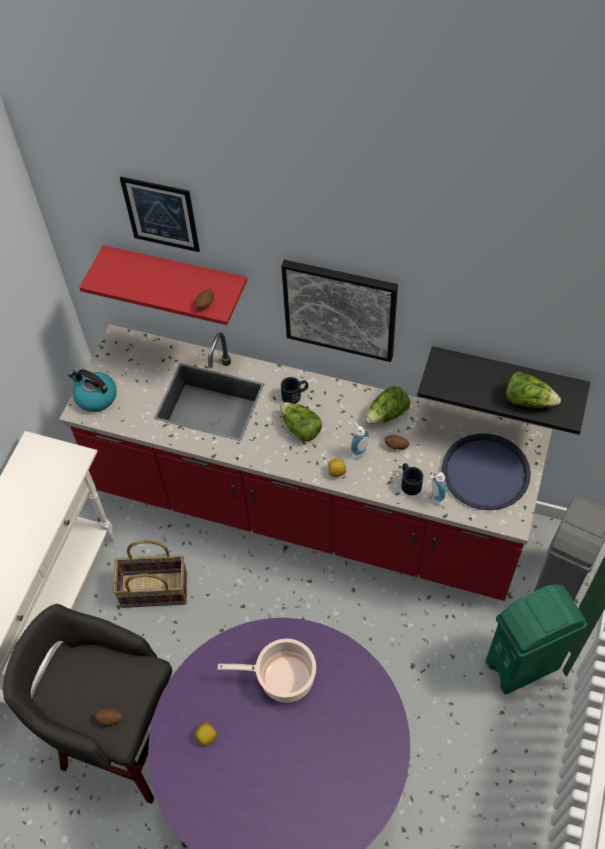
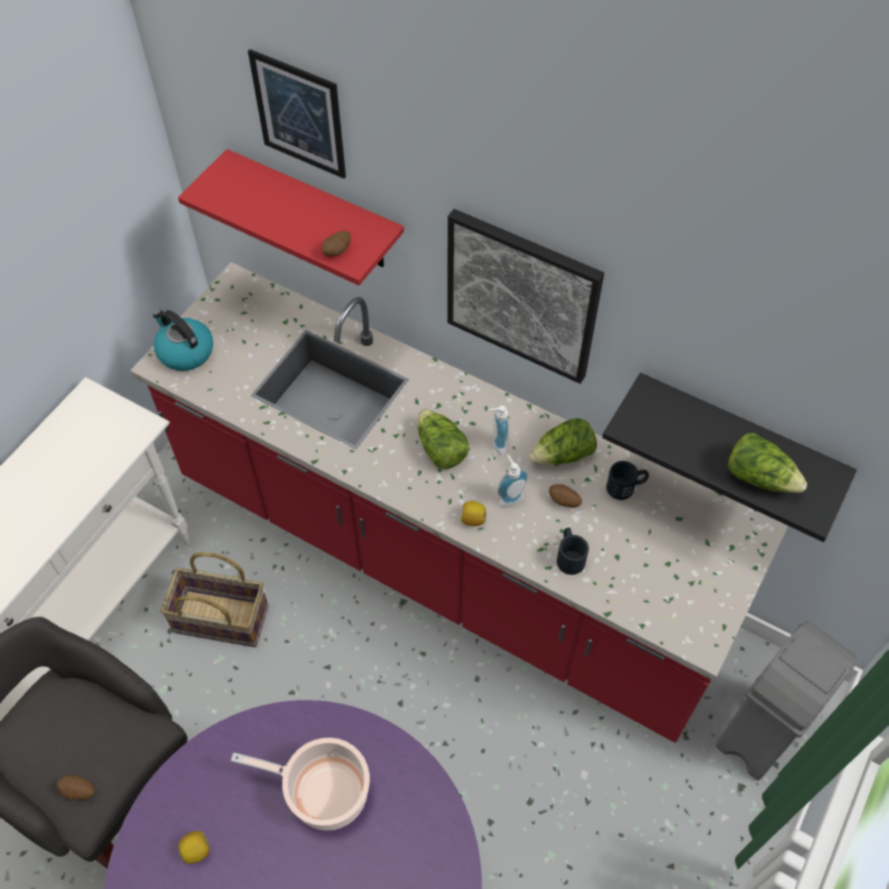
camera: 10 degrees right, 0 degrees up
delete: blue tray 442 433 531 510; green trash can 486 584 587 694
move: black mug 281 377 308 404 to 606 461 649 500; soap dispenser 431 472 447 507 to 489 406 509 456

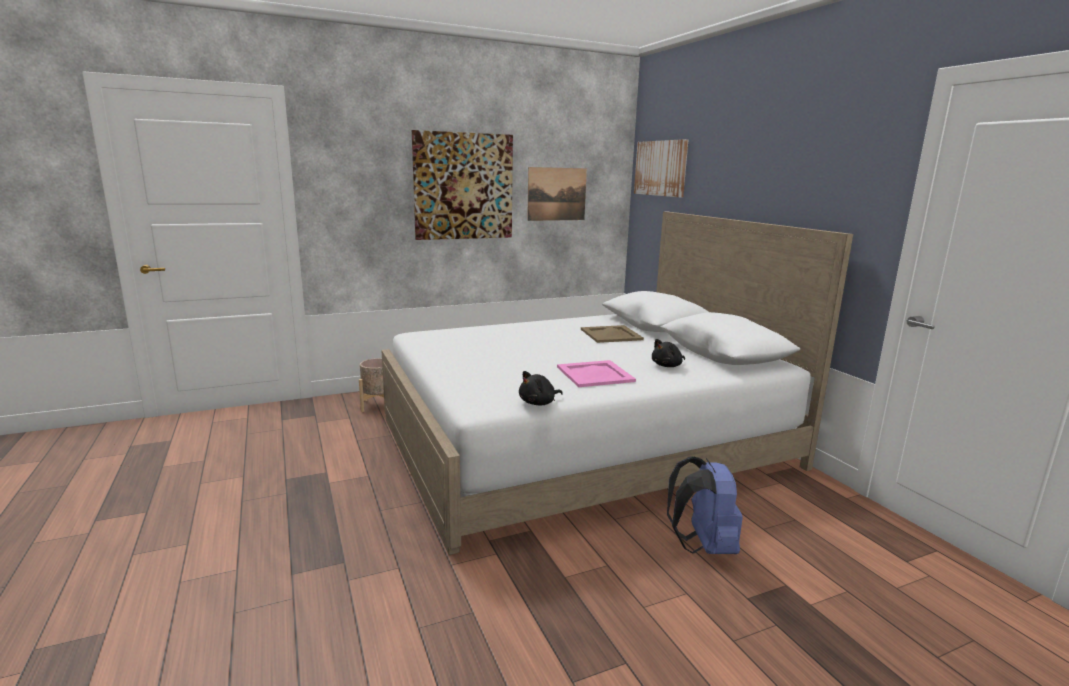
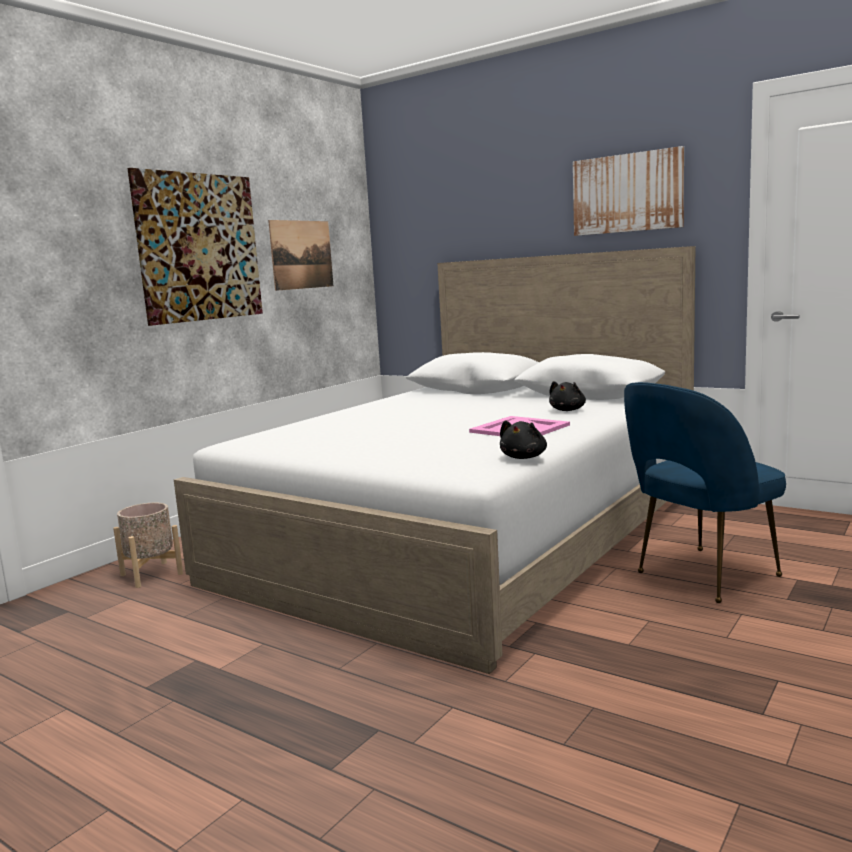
camera: 30 degrees left, 5 degrees down
delete: beige tray 581 325 644 343
move: picture 634 139 689 197 to 573 146 684 236
replace: blue backpack 667 456 743 554 to blue chair 624 382 786 603

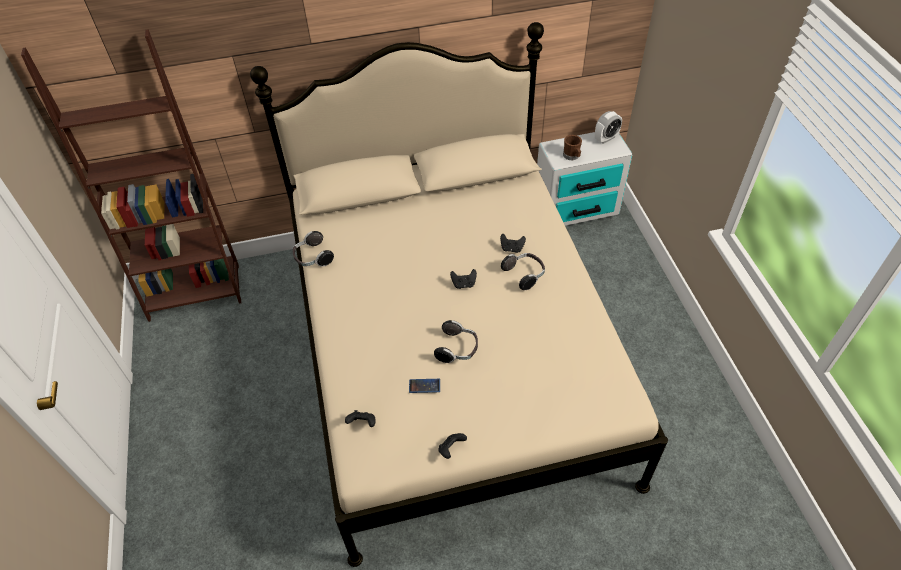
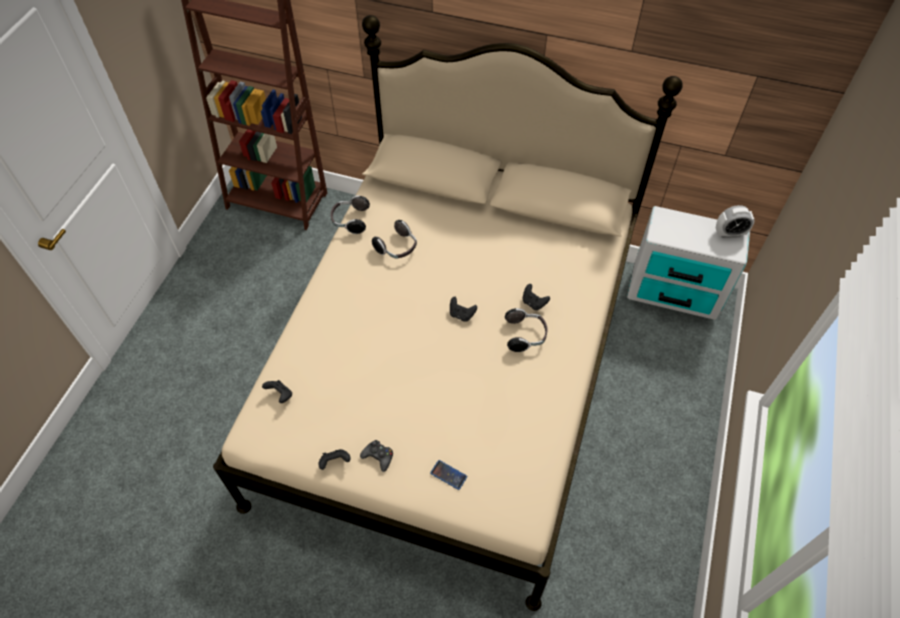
camera: 30 degrees right, 5 degrees up
delete: brown mug 563 135 582 160
insert: black game controller 360 440 393 472
move: headphones 434 320 478 363 to 372 220 417 258; phone 409 379 440 393 to 430 460 467 490

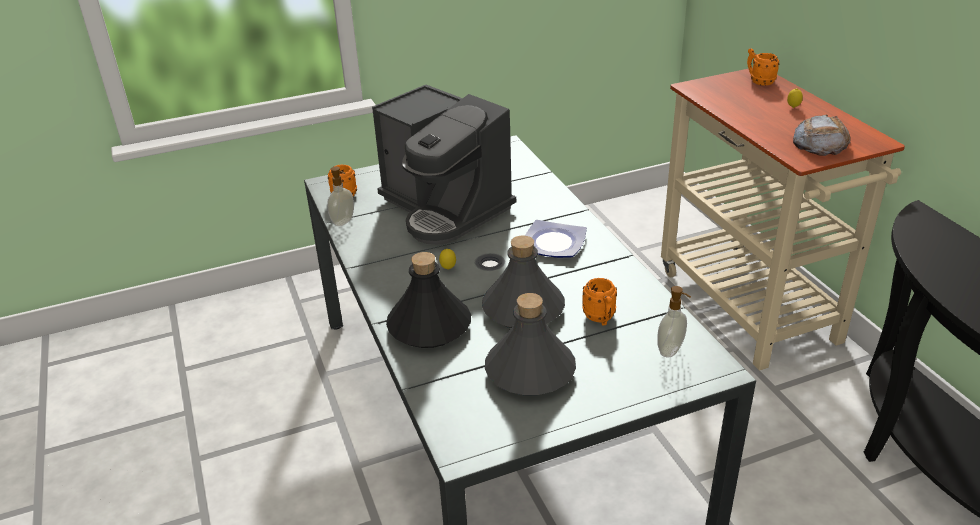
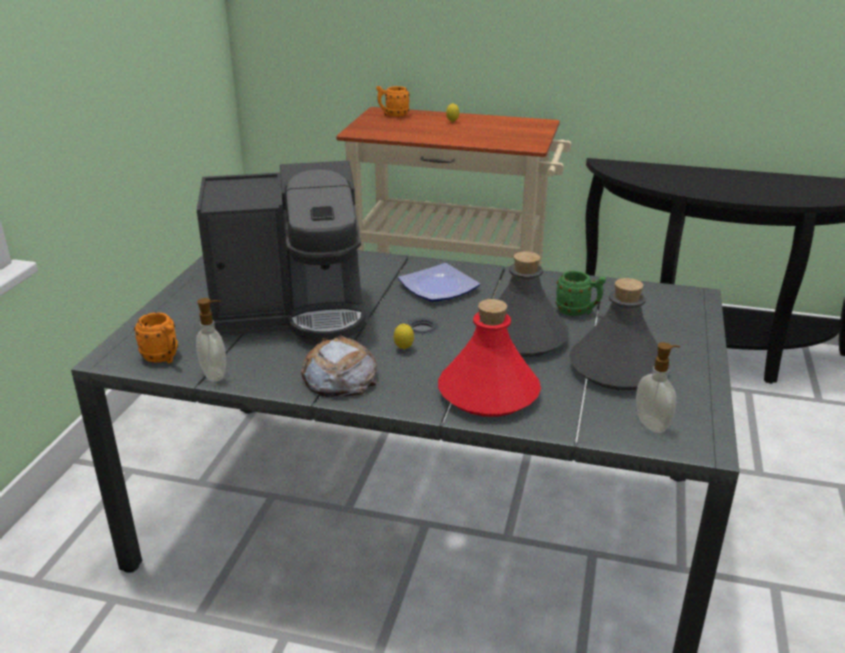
camera: 55 degrees left, 5 degrees down
move: bread 793 115 851 156 to 301 335 377 397; soap dispenser 657 286 691 358 to 636 342 680 433
recolor: black bottle 386 252 471 348 to red bottle 438 299 541 417; orange mug 582 278 617 325 to green mug 555 271 606 316

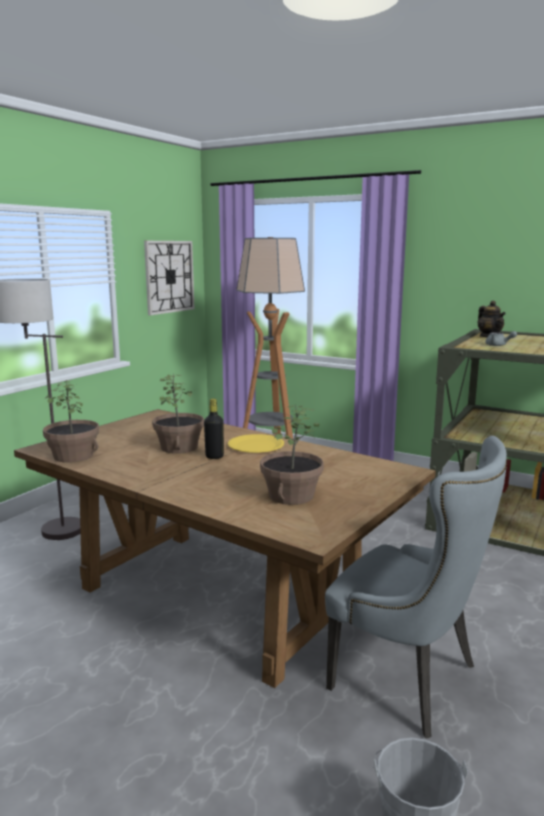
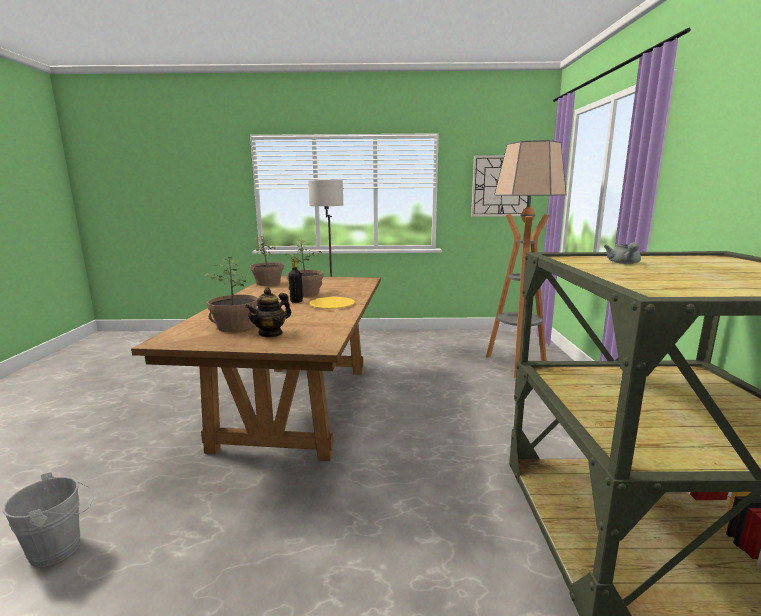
camera: 60 degrees right, 0 degrees up
delete: grey chair 325 436 507 739
move: teapot 477 300 506 337 to 245 288 291 338

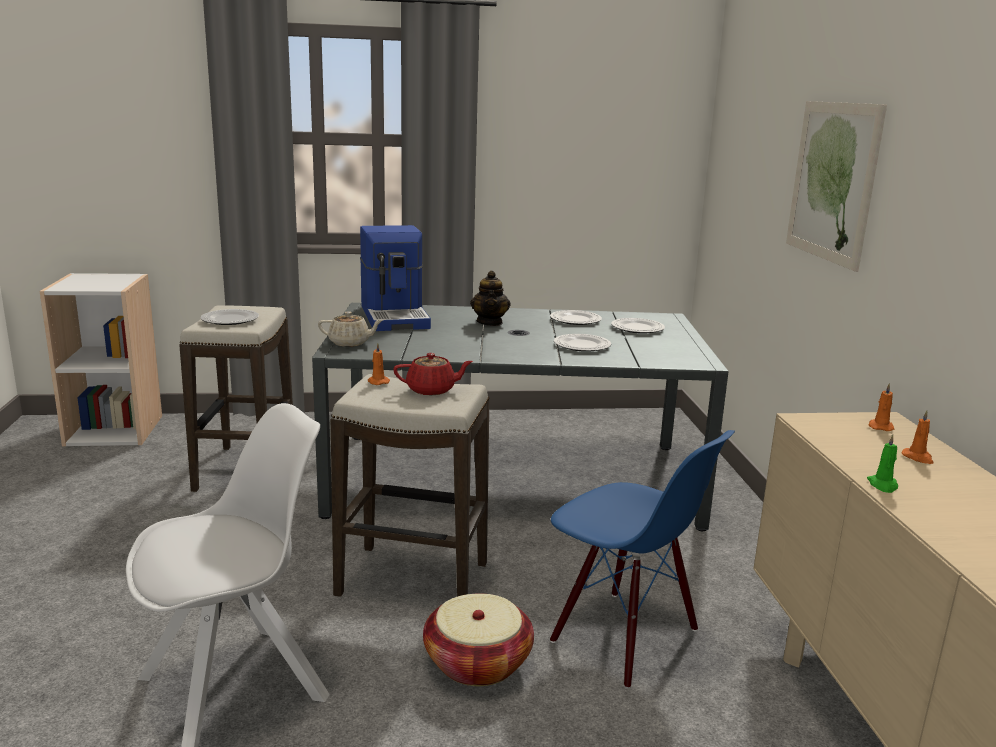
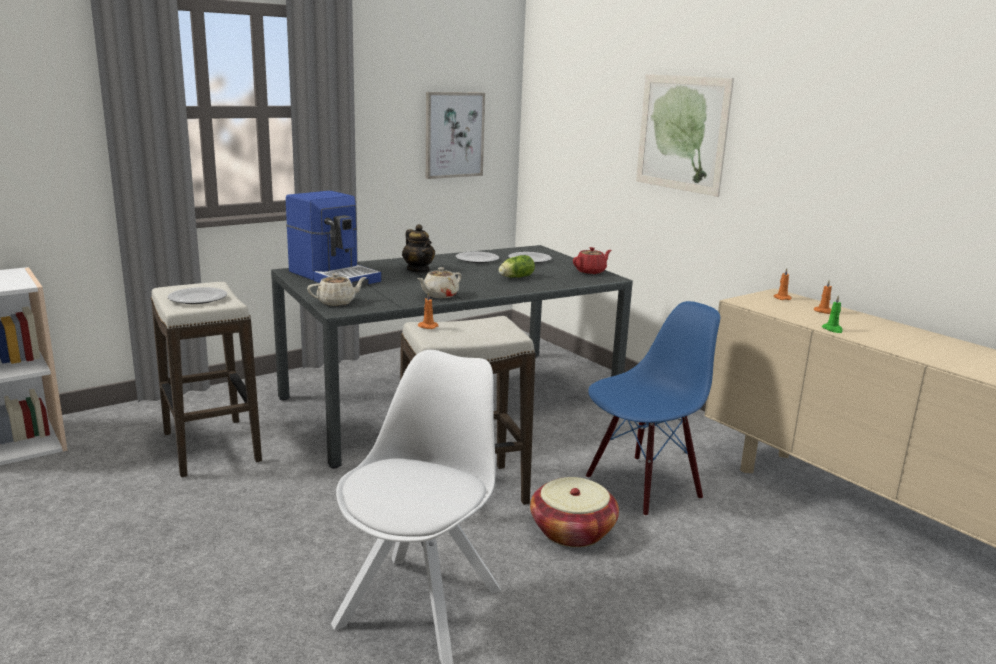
camera: 30 degrees left, 0 degrees up
insert: picture 426 92 485 179; beige teapot 417 267 462 298
move: red teapot 393 353 473 395 to 573 247 611 274
replace: plate 554 334 611 352 to lettuce 499 255 535 278
rotate: blue chair 550 430 735 689 = 586 301 720 517 45 degrees counterclockwise

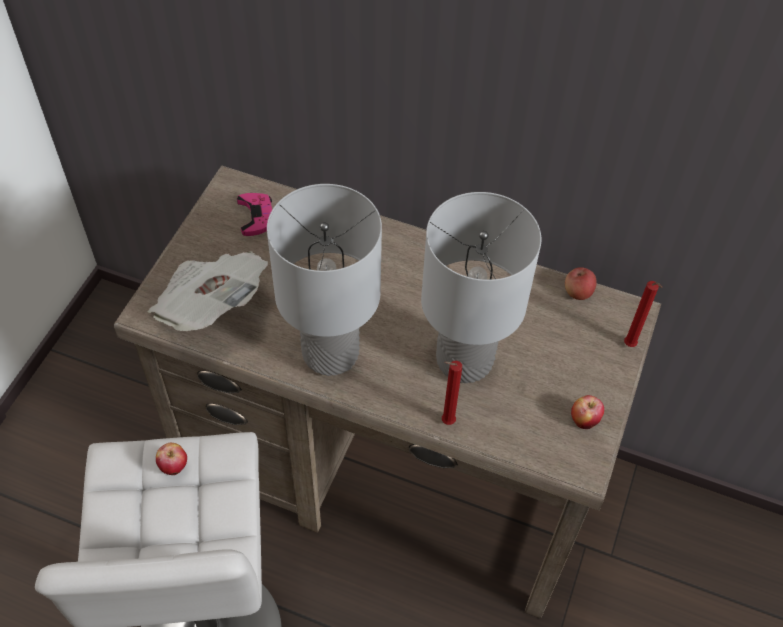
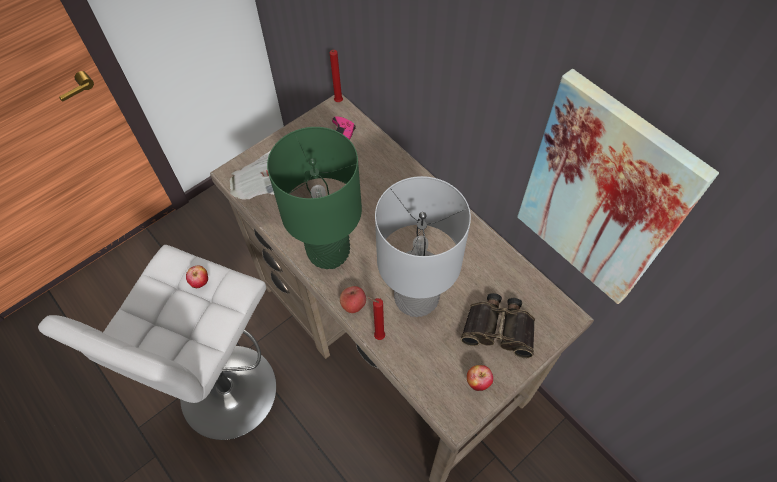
camera: 30 degrees right, 5 degrees up
insert: picture 517 69 719 304; binoculars 461 293 535 358
move: apple 565 267 597 300 to 340 286 366 313; red candle 624 281 662 347 to 330 50 343 102
recolor: grey table lamp 267 184 382 376 to green table lamp 267 127 362 269

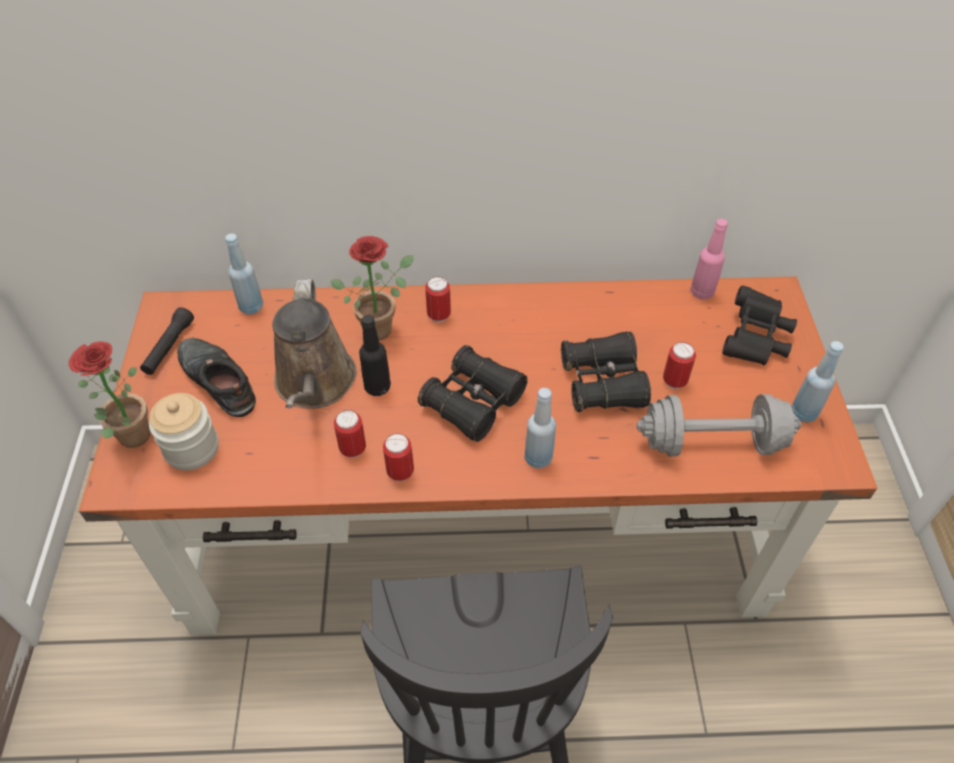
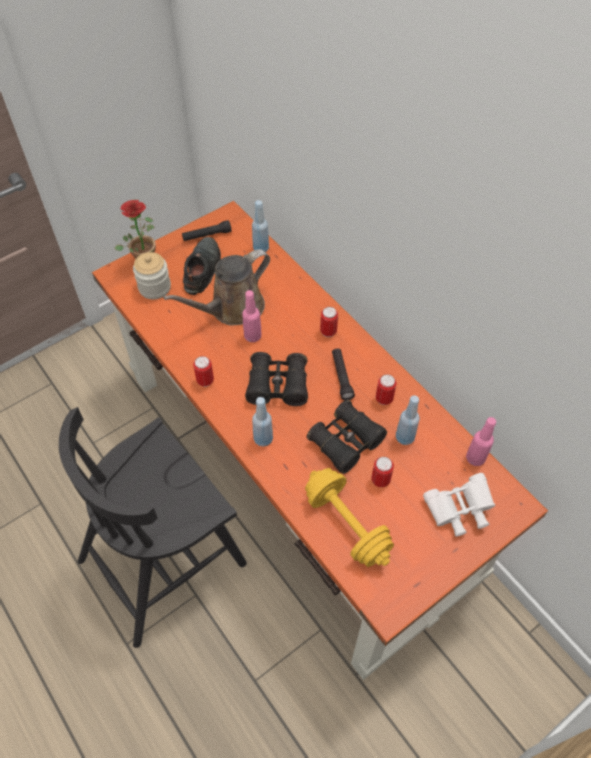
camera: 55 degrees right, 5 degrees up
delete: potted plant 331 236 413 340
insert: black flashlight 332 349 355 400
move: blue bottle 791 341 844 422 to 396 395 420 445; can 334 410 366 458 to 376 374 396 405
recolor: black binoculars 722 286 797 365 to white binoculars 423 473 495 537; black bottle 359 315 391 396 to pink bottle 242 290 262 342; grey dumbbell 637 394 802 456 to yellow dumbbell 305 468 394 567

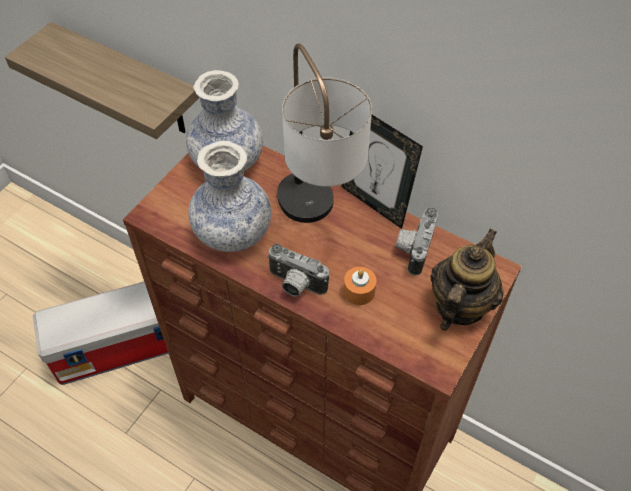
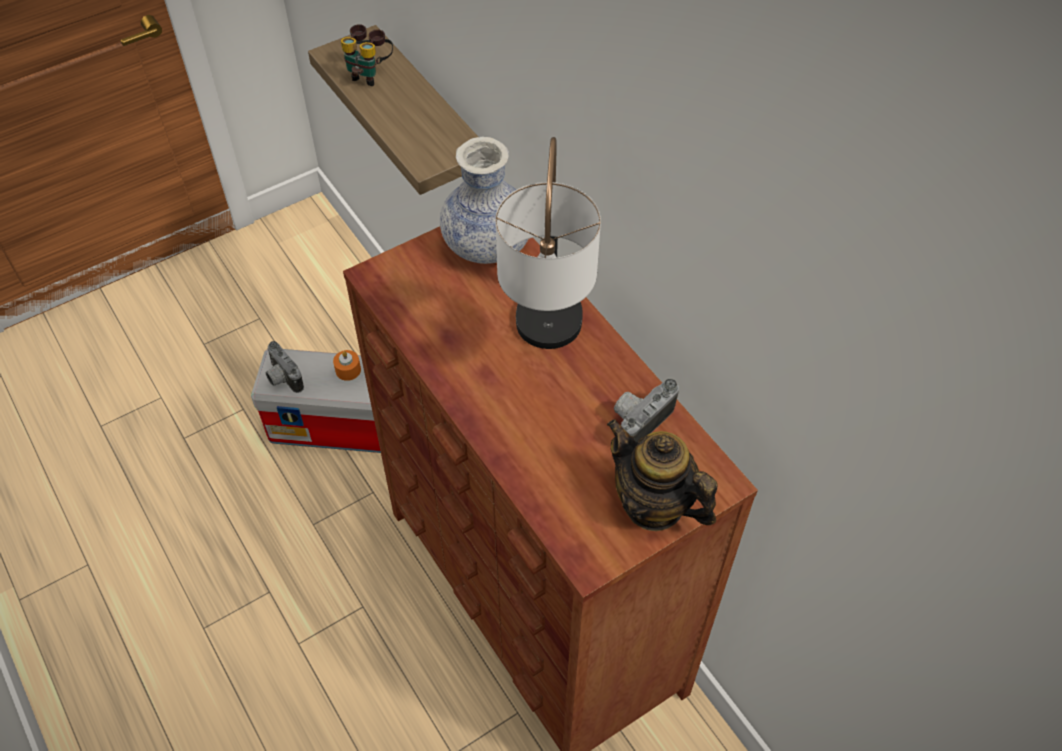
camera: 25 degrees right, 0 degrees up
delete: picture frame 342 115 423 229; vase 188 140 271 252
insert: binoculars 341 24 393 86
move: photo camera 267 244 329 297 to 266 341 304 393; orange candle 343 267 376 305 to 333 350 361 381
rotate: teapot 430 229 504 331 = 607 419 718 531 105 degrees counterclockwise

